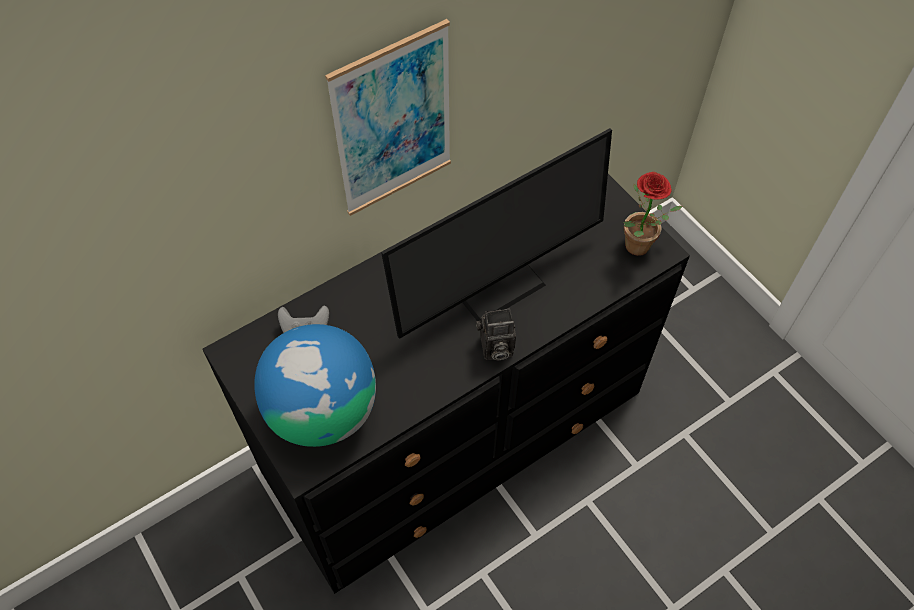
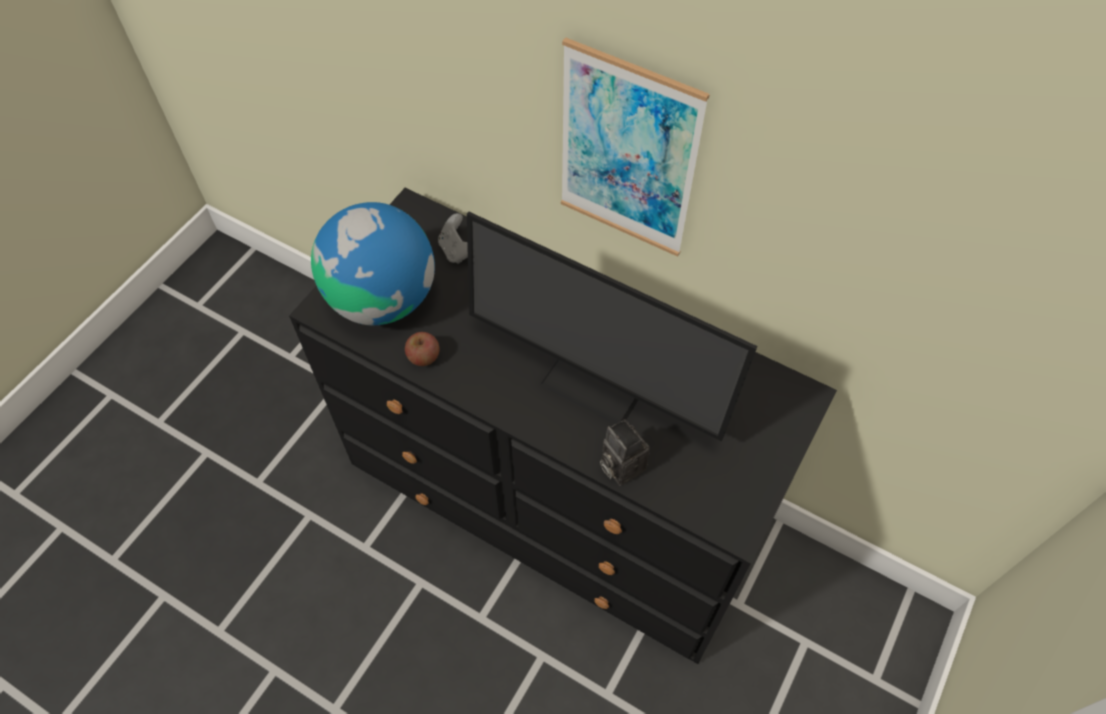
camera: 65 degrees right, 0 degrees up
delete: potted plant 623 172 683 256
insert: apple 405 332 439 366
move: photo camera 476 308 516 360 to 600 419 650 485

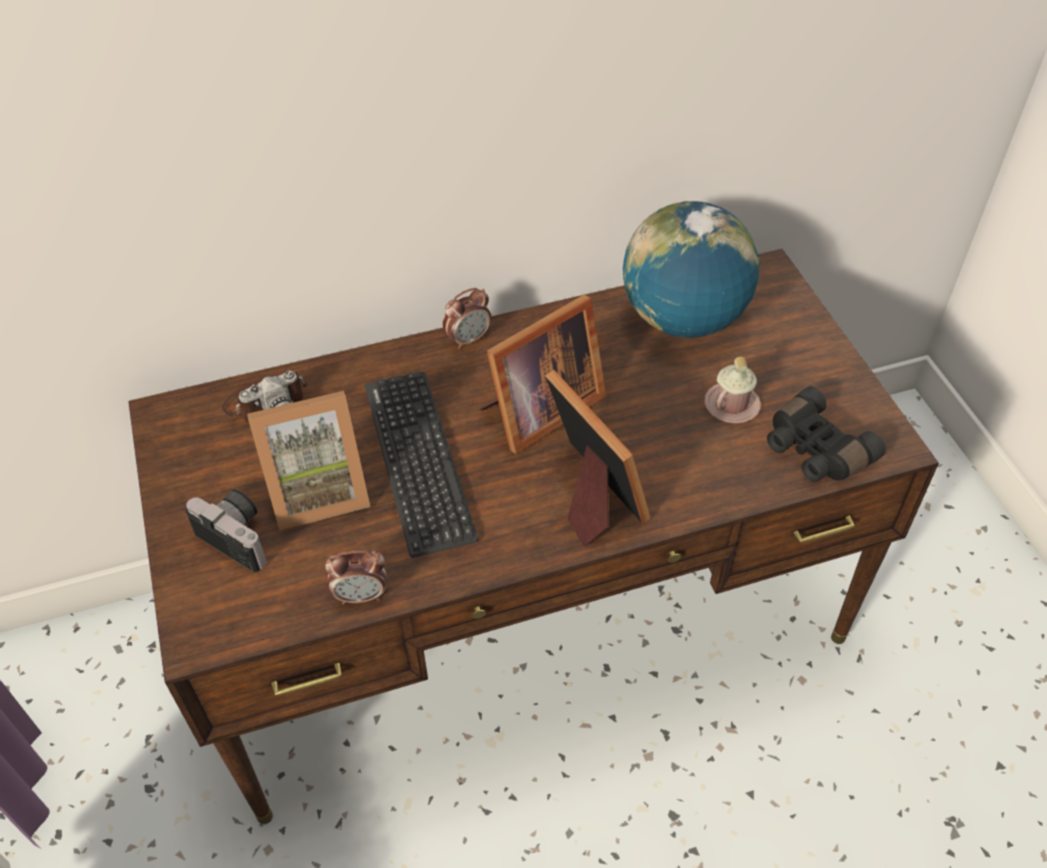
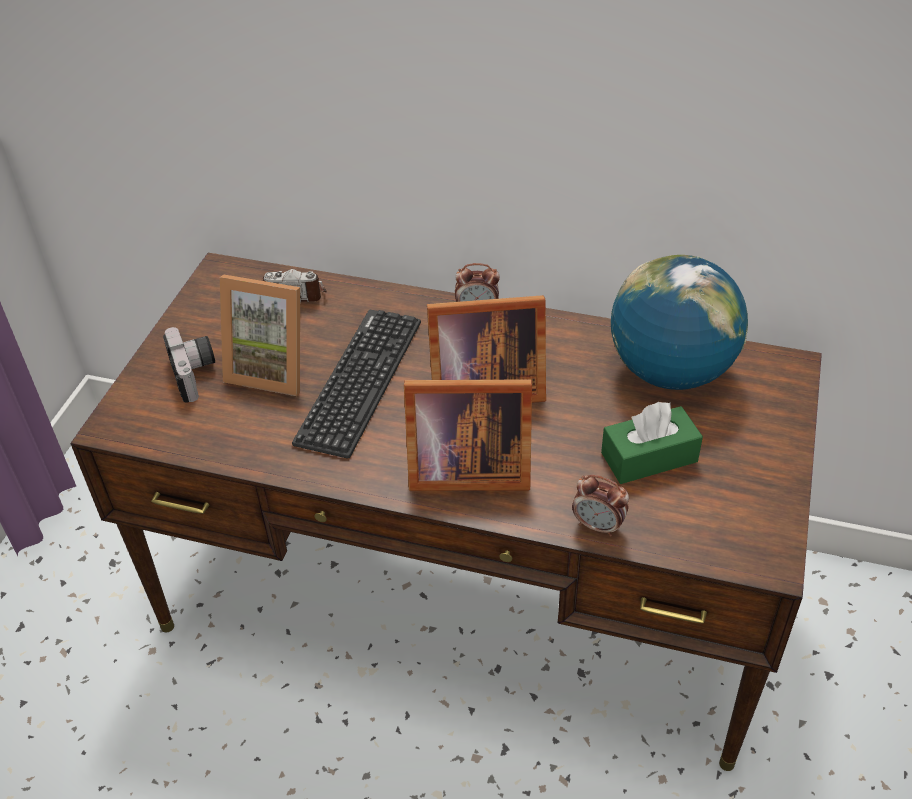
camera: 35 degrees right, 5 degrees down
delete: black binoculars 767 386 886 482
move: alarm clock 326 550 386 605 to 572 475 629 537
replace: pink mug 704 357 761 424 to green tissue box 601 402 703 484
rotate: picture frame 545 369 651 547 = 404 379 532 491 90 degrees clockwise

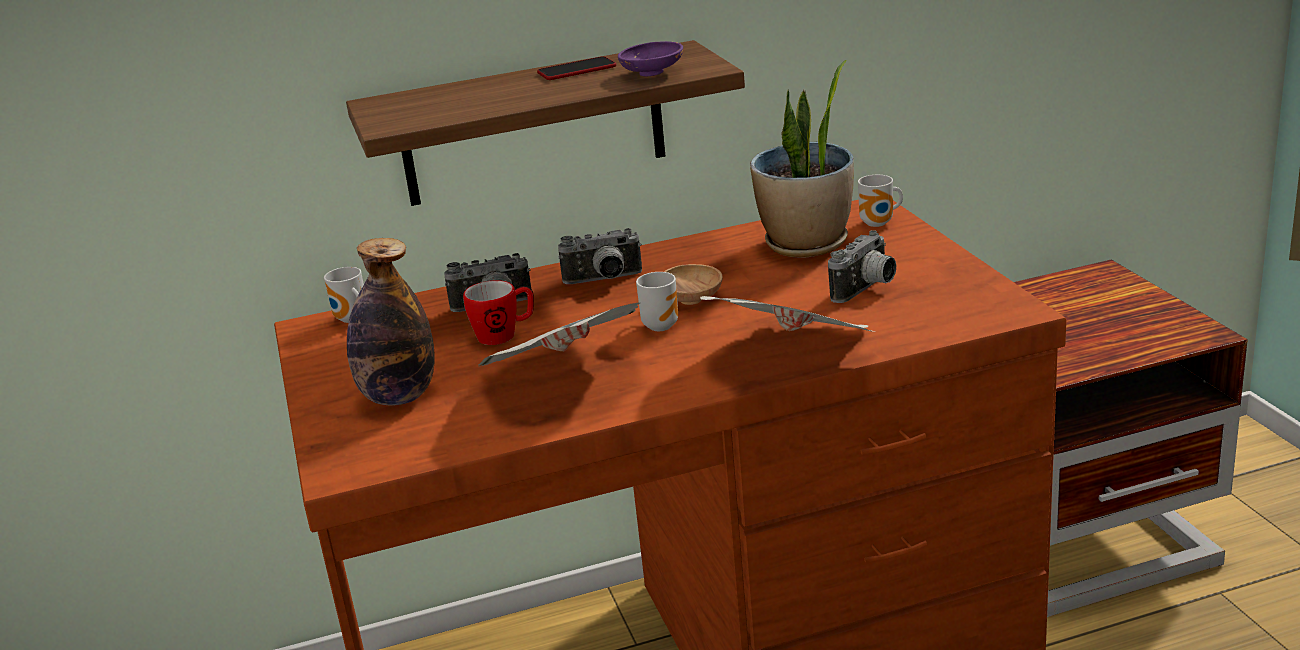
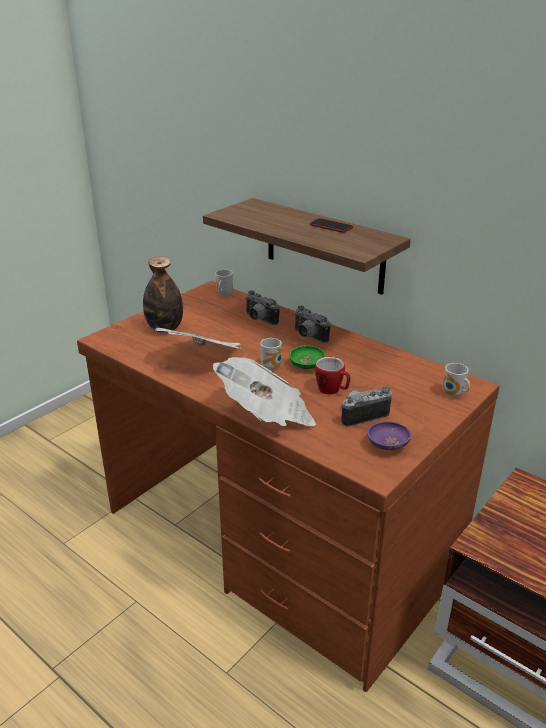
camera: 55 degrees right, 5 degrees up
delete: potted plant 750 60 854 258
move: purple bowl 618 41 683 76 to 367 421 411 450; mug 463 280 534 345 to 315 357 350 394
recolor: brown bowl 664 264 723 305 to green bowl 289 346 326 369
rotate: photo camera 828 230 896 303 = 341 387 392 426 150 degrees clockwise

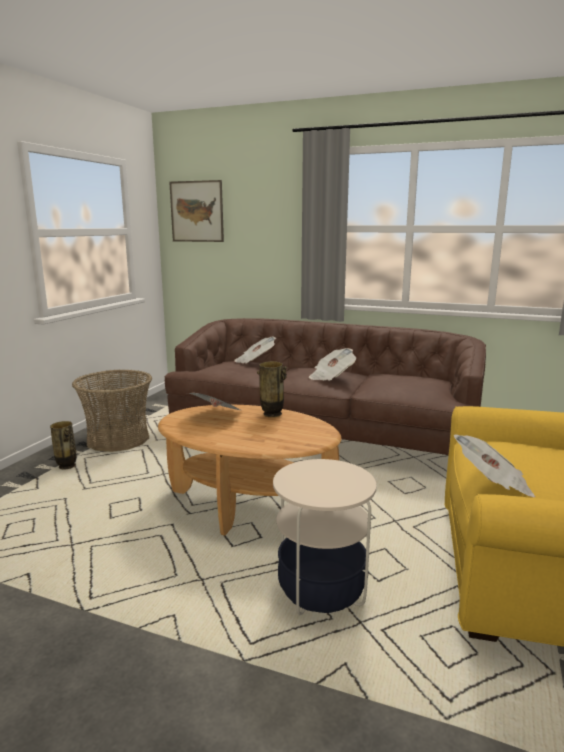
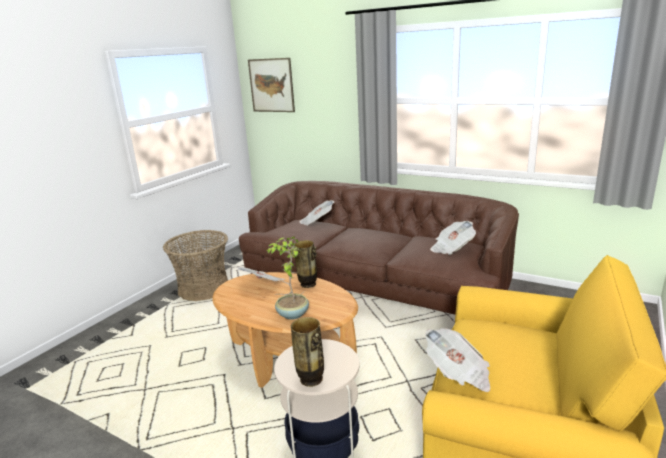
camera: 10 degrees right, 5 degrees up
insert: potted plant 267 236 309 320
move: newspaper 309 348 356 381 to 430 221 476 255; vase 50 421 77 470 to 291 317 324 387

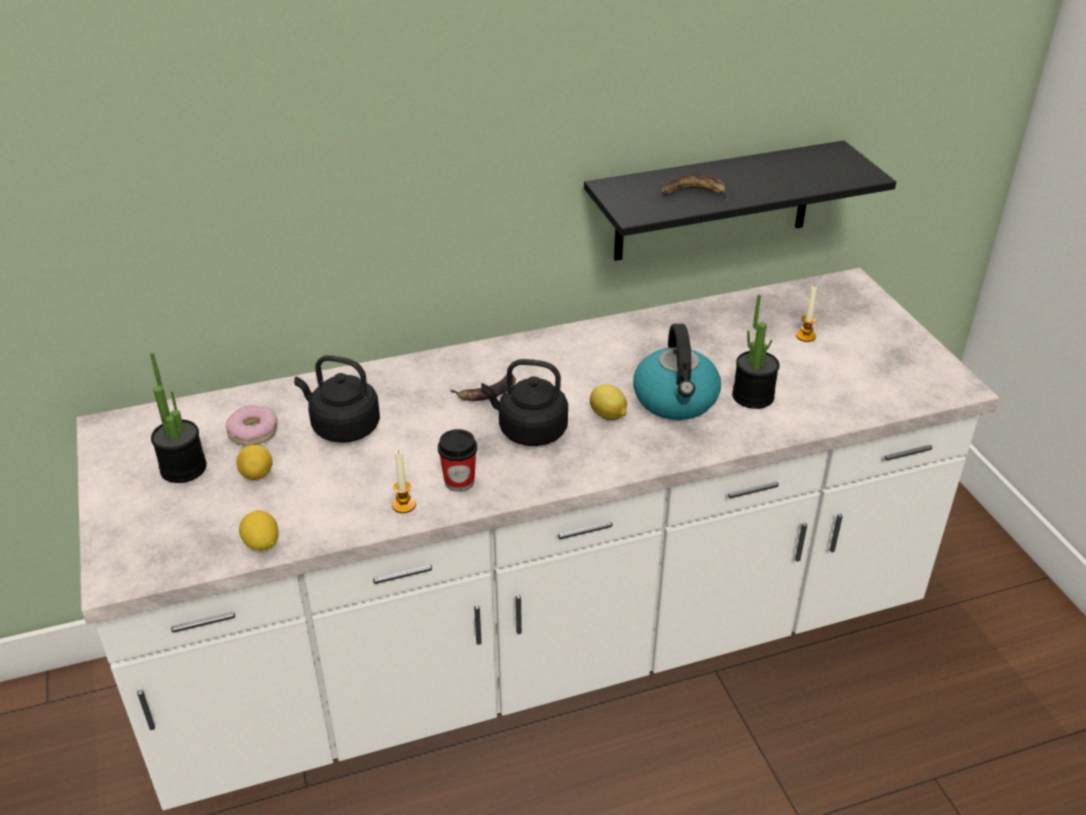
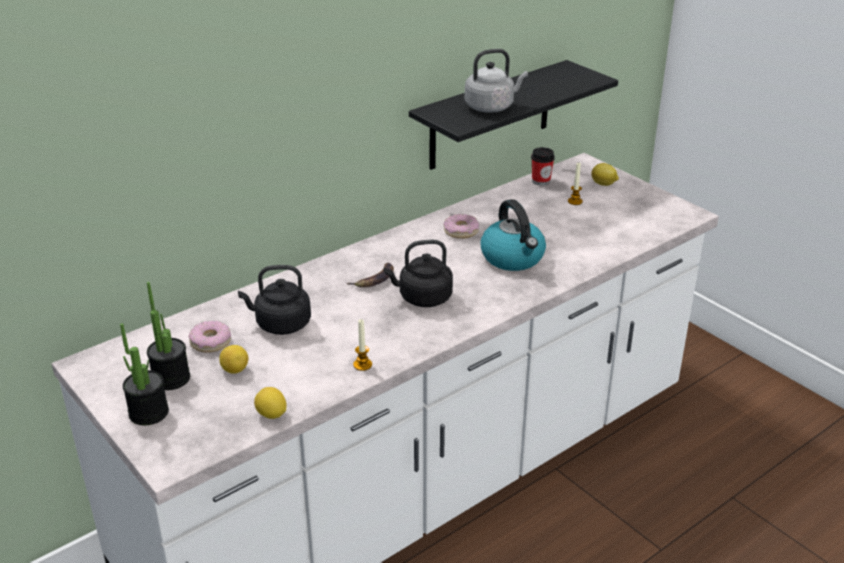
camera: 20 degrees left, 5 degrees down
insert: donut 443 214 479 239
move: potted plant 732 295 780 409 to 120 323 169 425; lemon 590 384 627 420 to 591 163 619 186; cup 438 429 477 492 to 531 147 555 186
replace: banana 662 174 730 201 to grey kettle 464 49 528 113

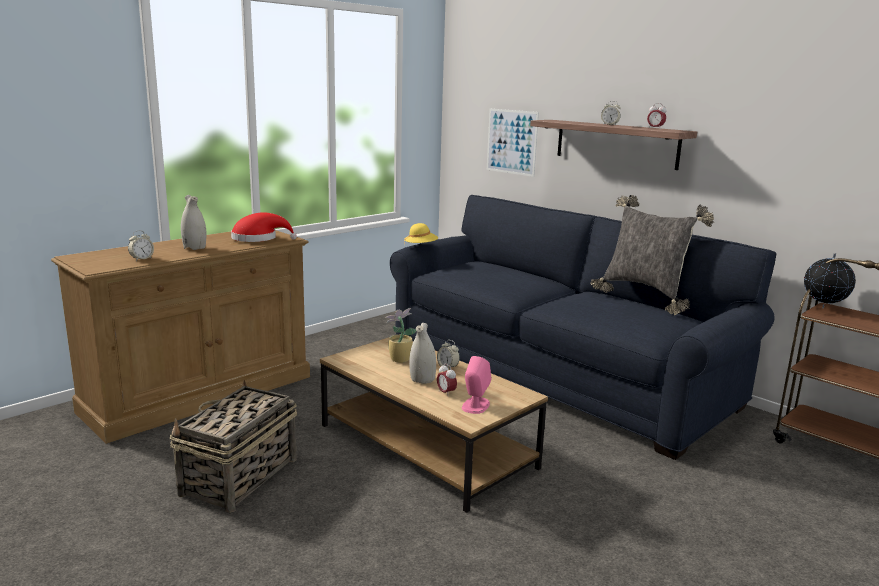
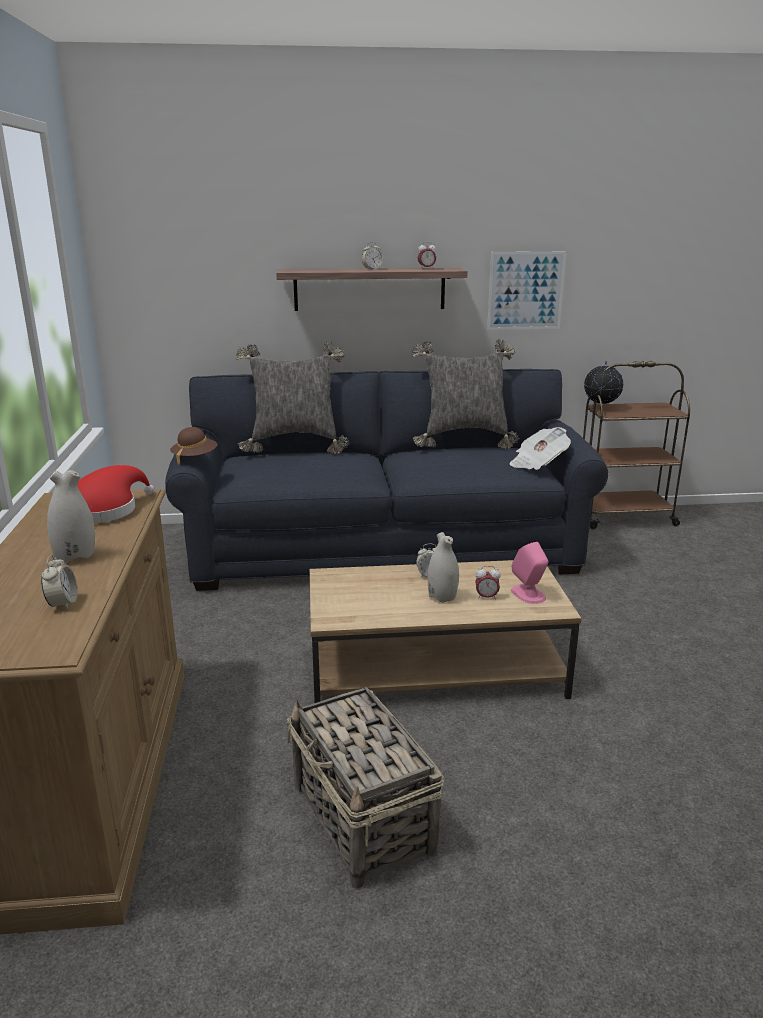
camera: 50 degrees left, 5 degrees up
delete: potted plant 385 308 416 363
insert: pillow 236 342 350 454; newspaper 509 427 571 470
move: picture 487 109 539 177 to 487 251 566 330
recolor: yellow hat 404 223 438 243 to brown hat 170 427 218 464

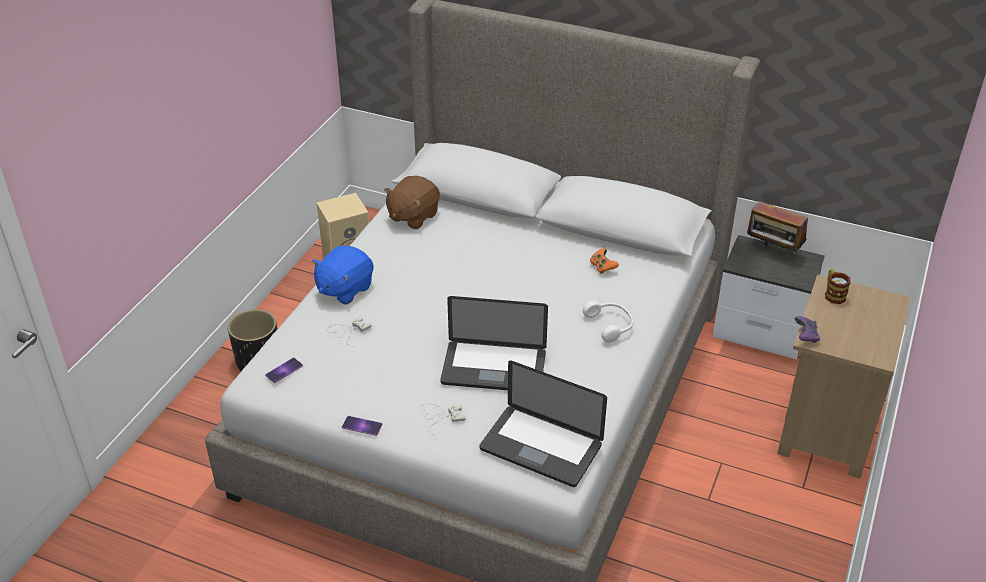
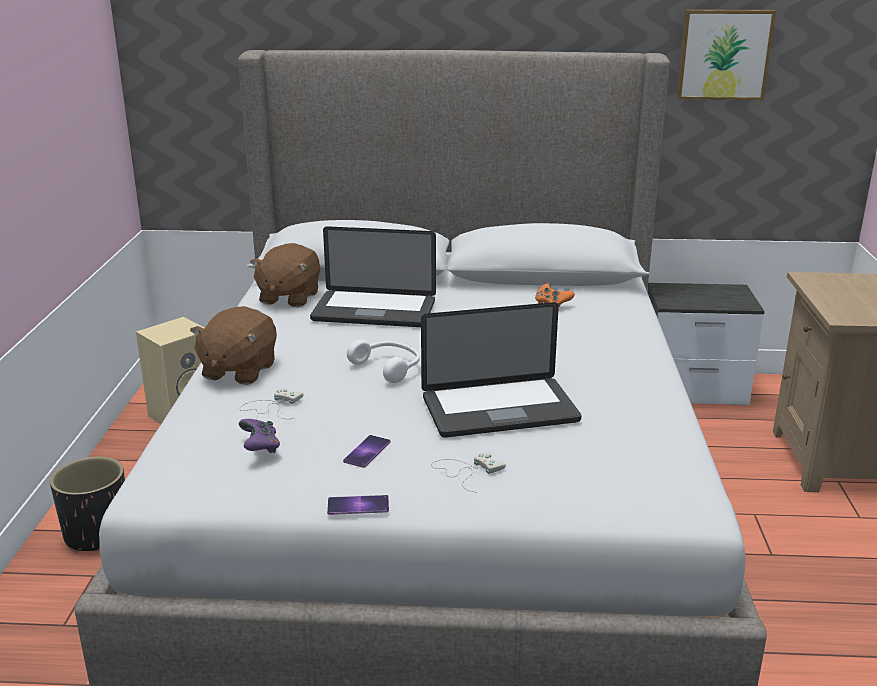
camera: 20 degrees left, 15 degrees down
delete: radio 747 201 808 253; mug 825 269 851 304
insert: picture 676 9 776 100
move: white headphones 583 301 633 343 to 347 340 420 383; purple game controller 795 316 820 343 to 239 419 280 453; phone 265 358 303 383 to 343 435 390 468; laptop 479 361 607 487 to 310 226 436 327
recolor: blue plush toy 312 246 374 305 to brown plush toy 190 306 277 385

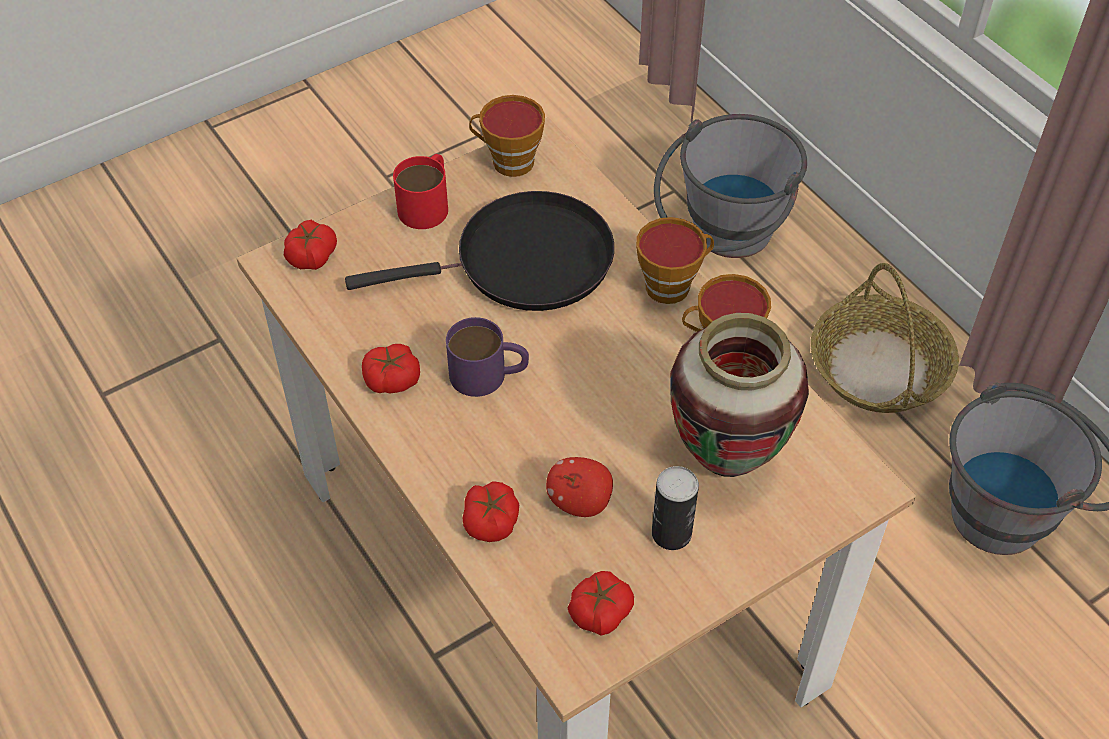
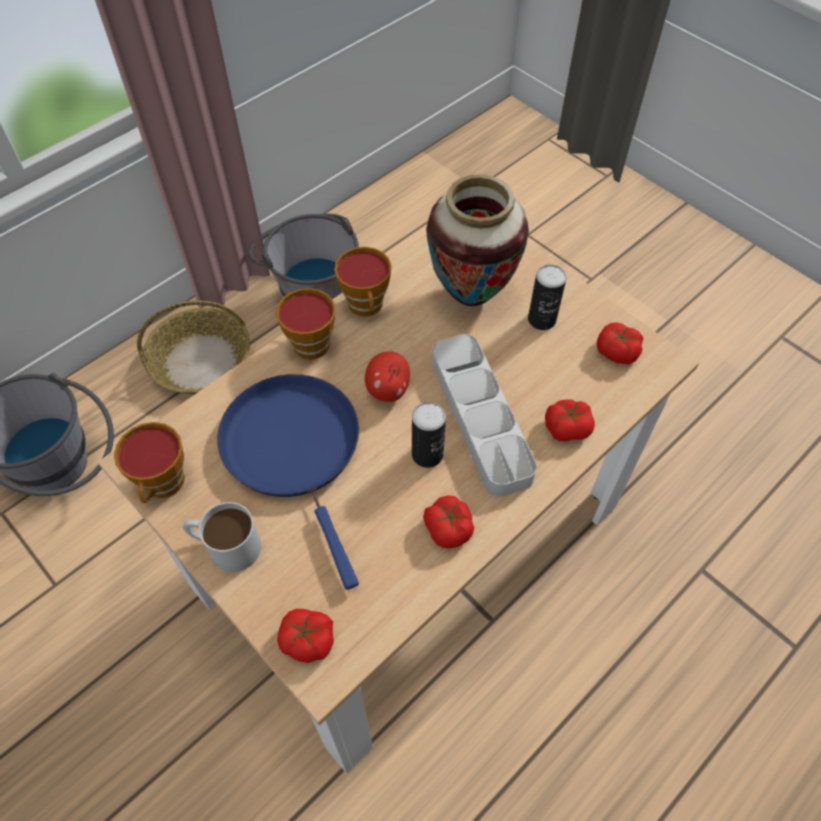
camera: 100 degrees left, 5 degrees up
insert: grey tray 432 334 537 497
move: apple 546 457 613 517 to 365 351 410 402
replace: purple mug 446 317 529 397 to can 412 402 446 468
recolor: red mug 393 154 448 229 to white mug 183 502 261 572; black frying pan 345 191 614 311 to blue frying pan 217 374 359 590

